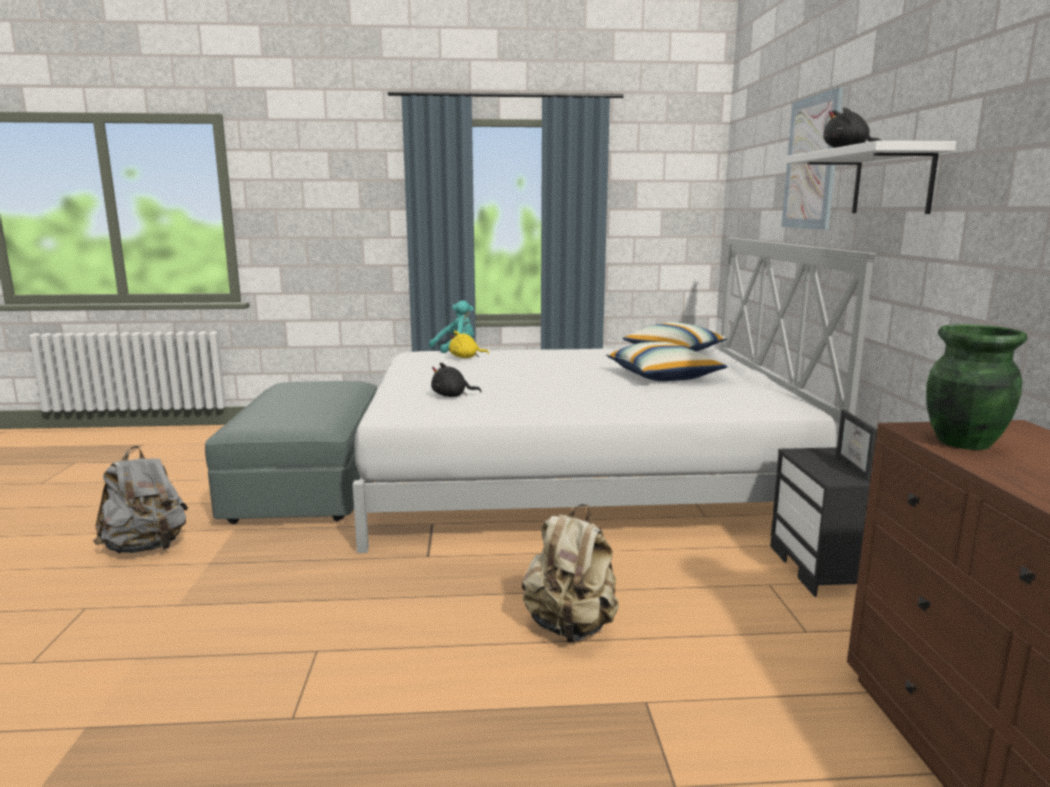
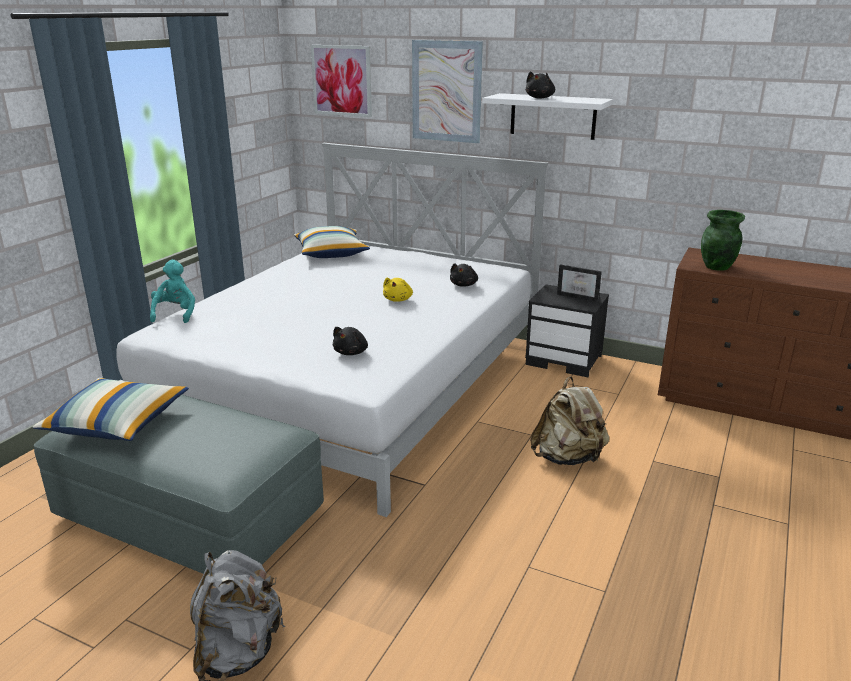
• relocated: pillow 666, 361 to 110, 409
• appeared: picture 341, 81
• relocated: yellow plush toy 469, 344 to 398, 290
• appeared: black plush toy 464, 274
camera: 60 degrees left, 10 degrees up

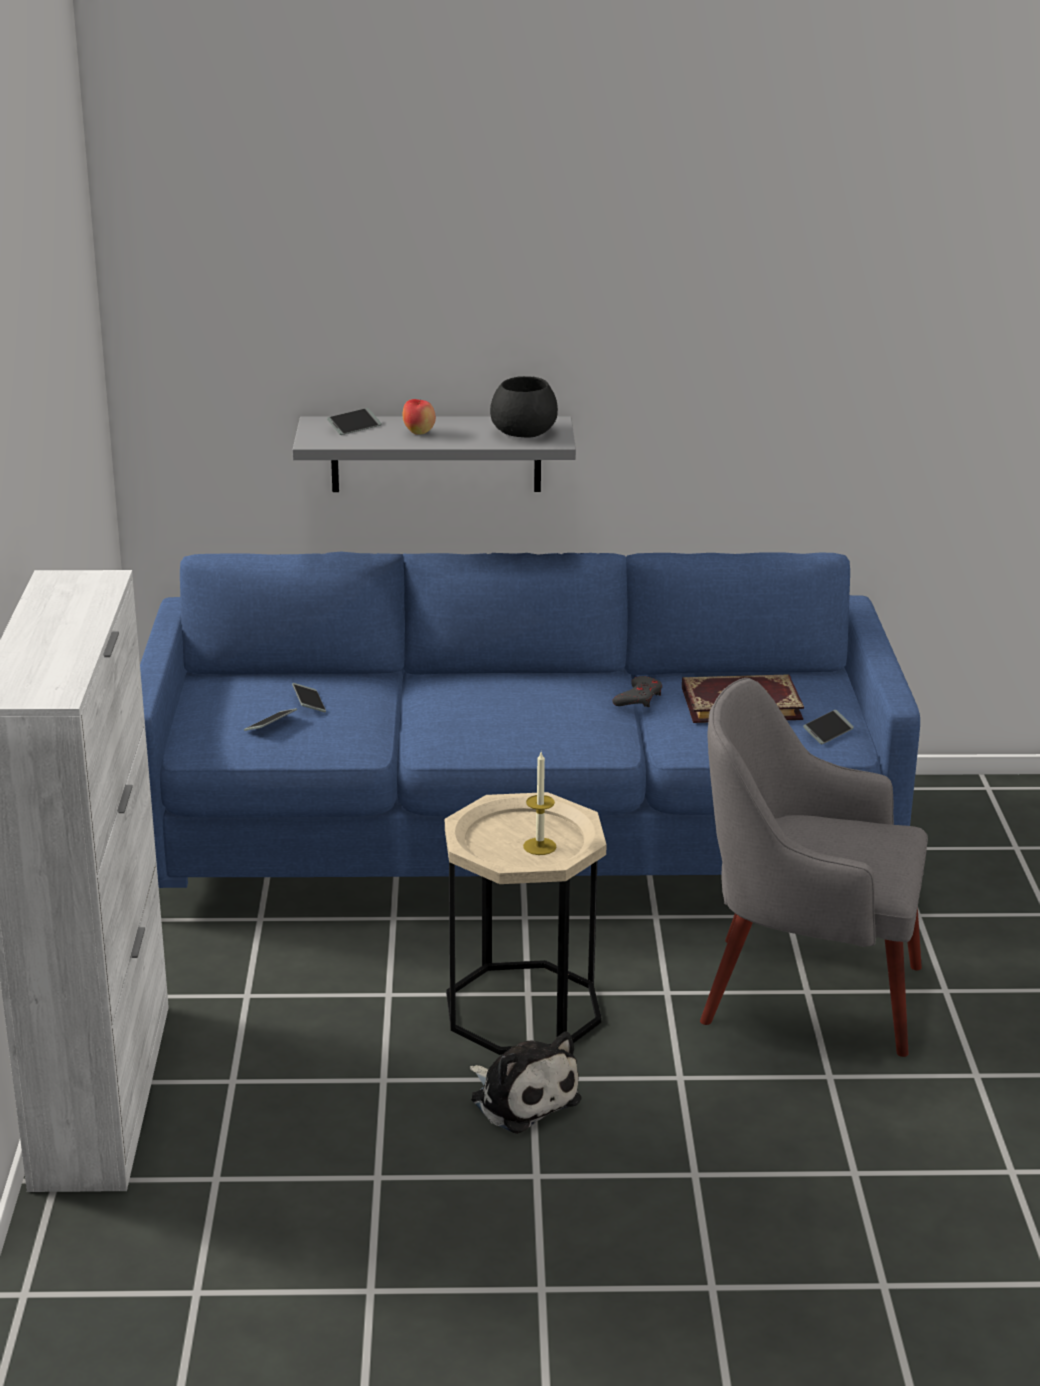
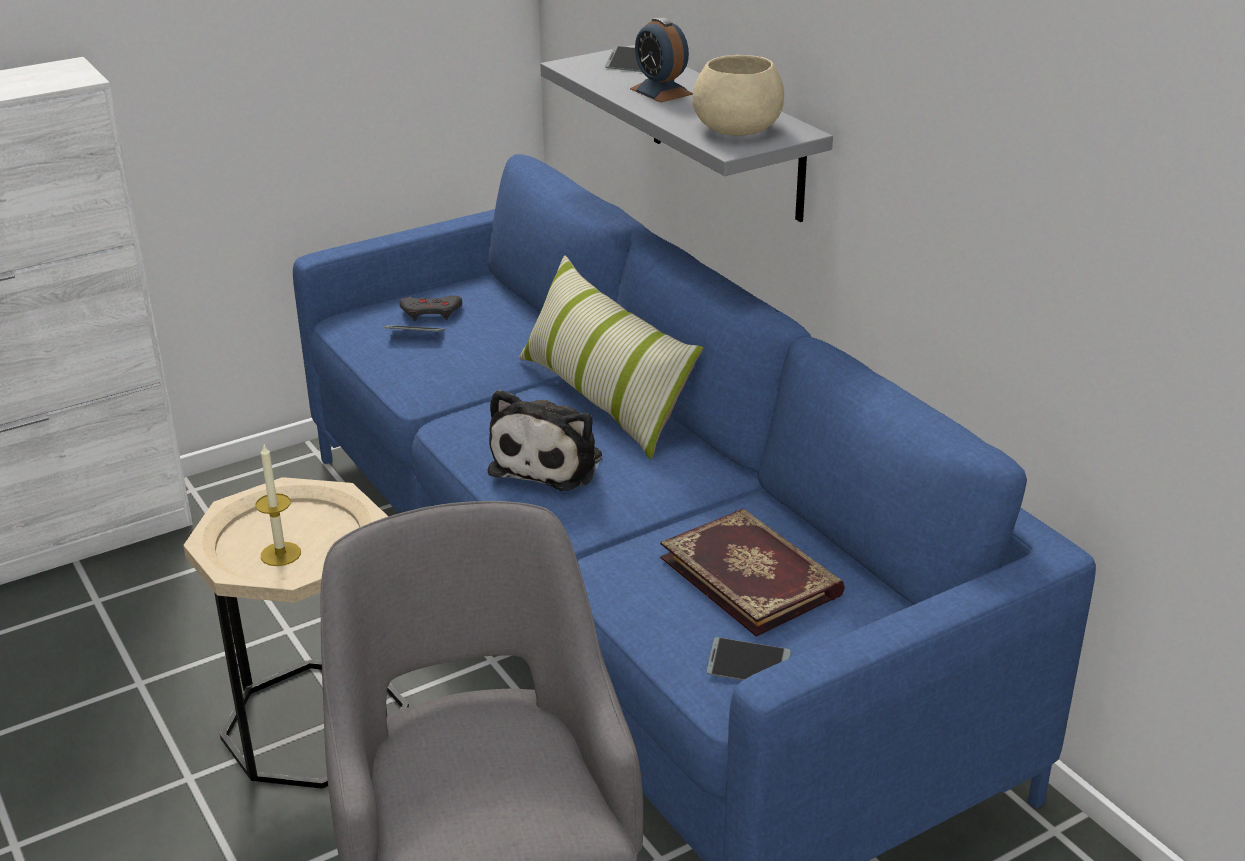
• relocated: grey game controller 637, 691 to 431, 308
• relocated: plush toy 526, 1082 to 545, 440
• appeared: pillow 611, 357
• exchanged: apple 419, 416 to alarm clock 661, 60
• colour: black bowl 524, 407 to beige bowl 738, 95
• missing: phone 309, 697
camera: 60 degrees right, 5 degrees up

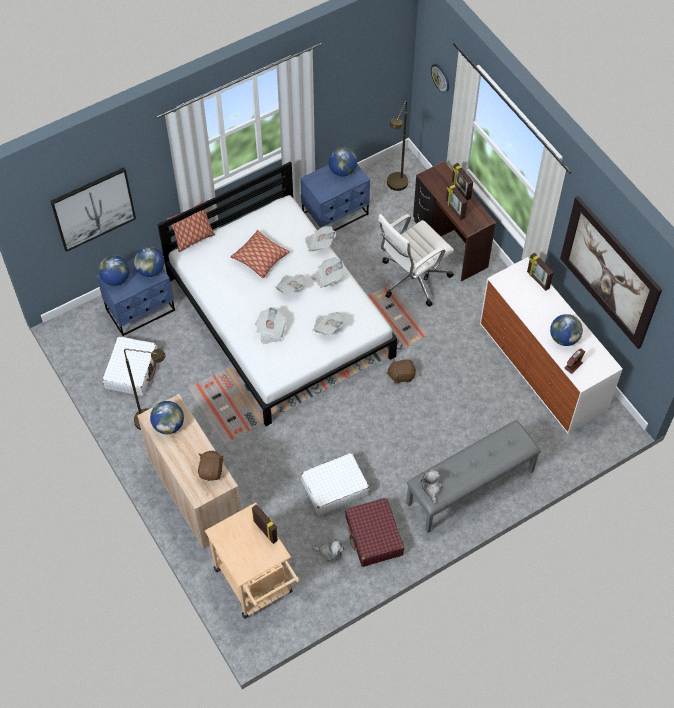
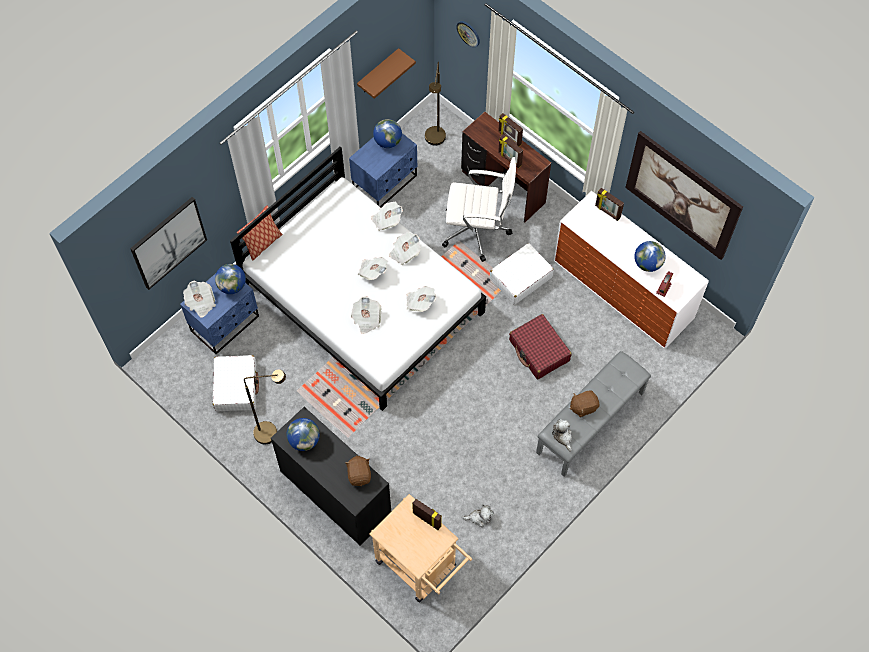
• exchanged: globe 114, 270 to newspaper 199, 299
• colour: beige cabinet 189, 471 to black cabinet 331, 476
• appeared: brown shelf 386, 73
• spun: white office chair 416, 260 = 479, 209 120 degrees counterclockwise
• relocated: white suitcase 335, 484 to 522, 274
• relocated: red suitcase 374, 532 to 540, 346
• relocated: brown plush toy 401, 371 to 584, 403
• missing: pillow 260, 254
camera: 15 degrees left, 5 degrees up

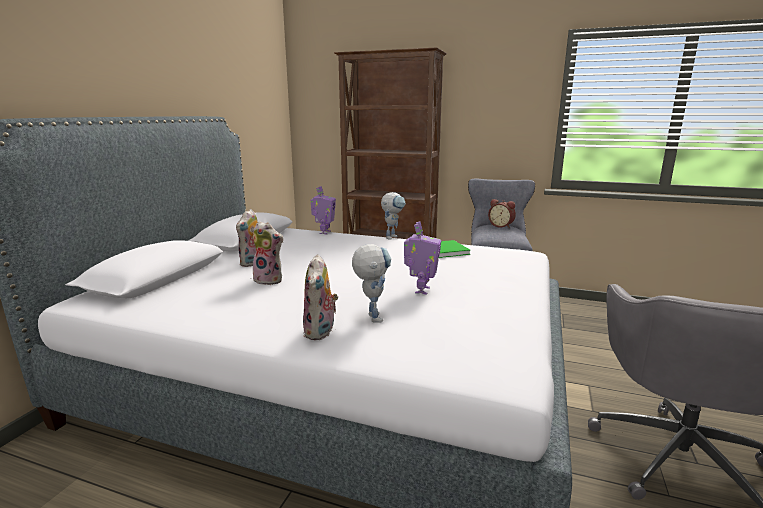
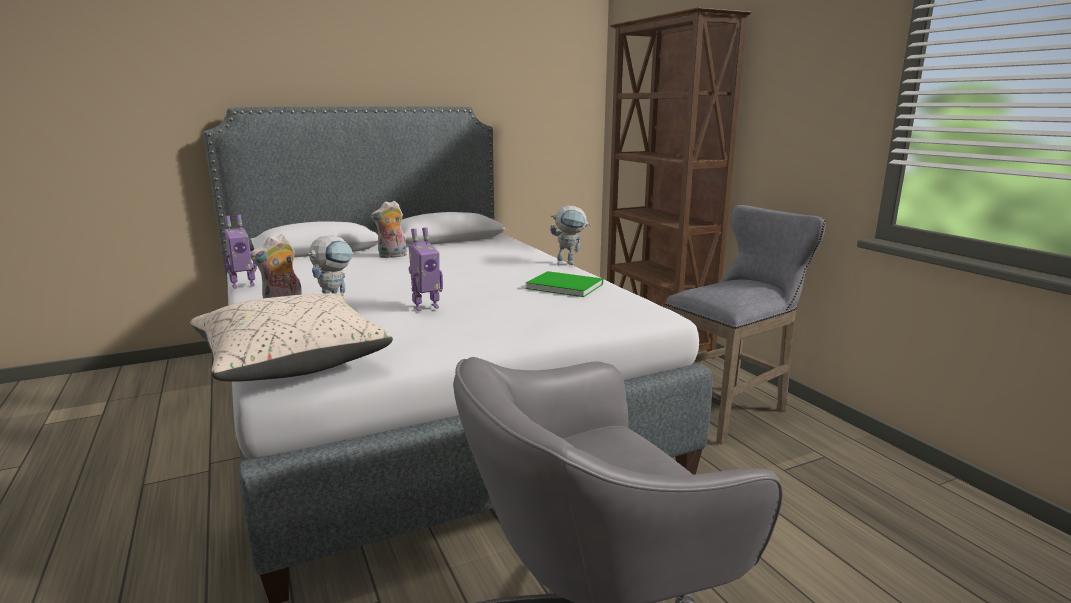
• appeared: beige pillow 291, 337
• relocated: toy robot 323, 210 to 240, 252
• missing: plush toy 268, 253
• missing: alarm clock 502, 213
camera: 45 degrees right, 0 degrees up

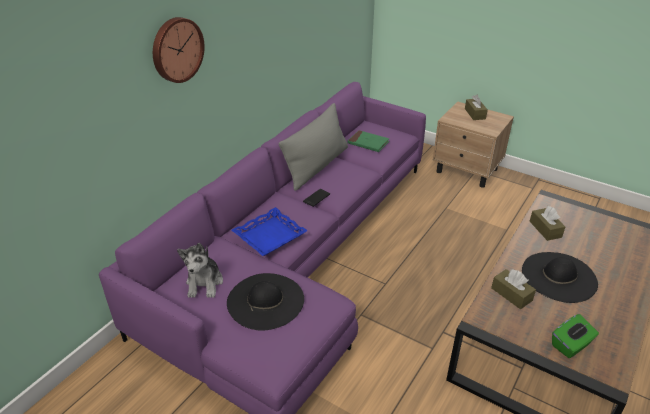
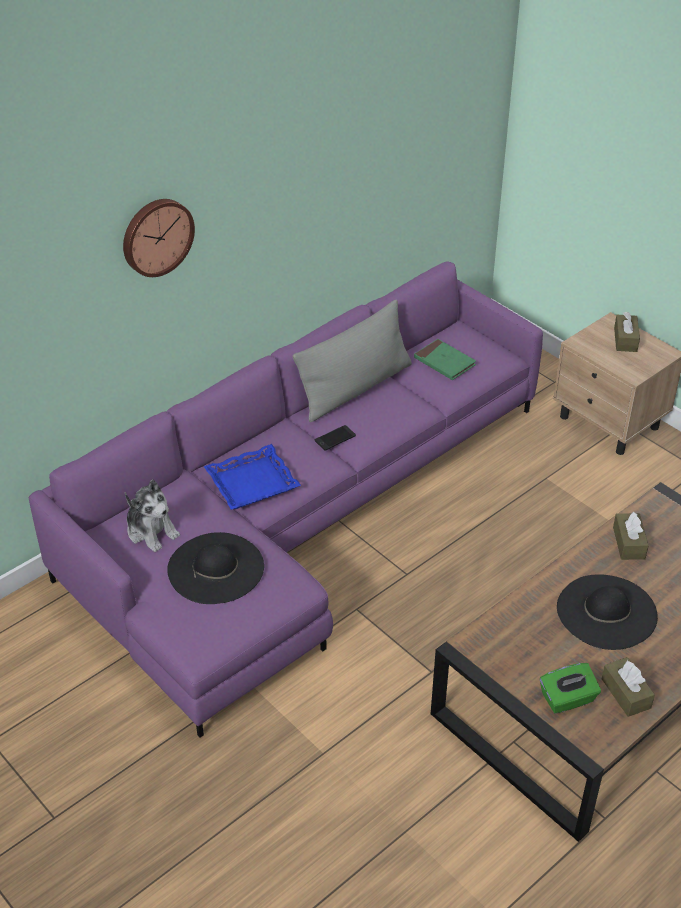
• spun: plush toy 200, 270 = 152, 515 60 degrees counterclockwise
• relocated: brown tissue box 513, 289 to 628, 687
camera: 15 degrees right, 5 degrees up

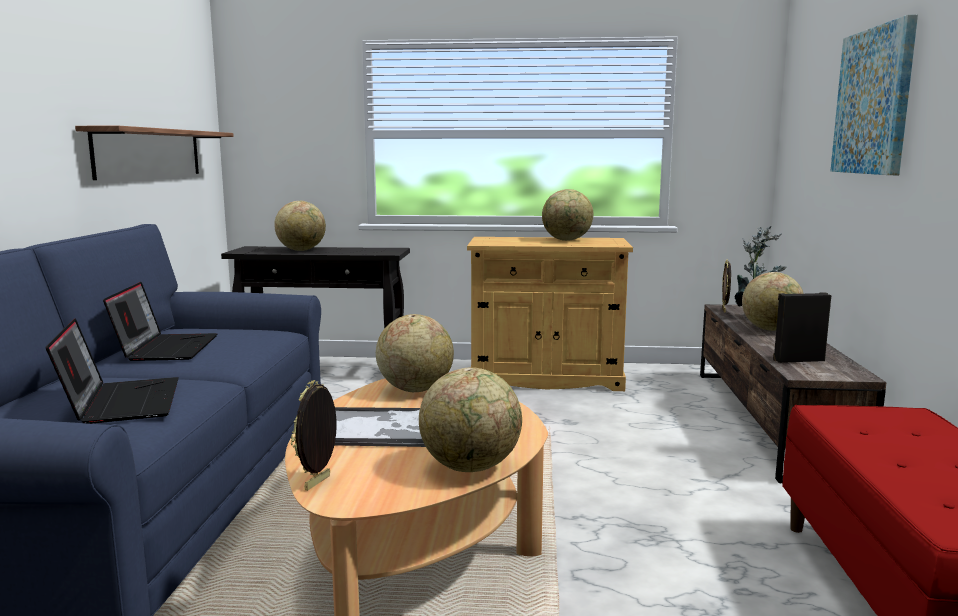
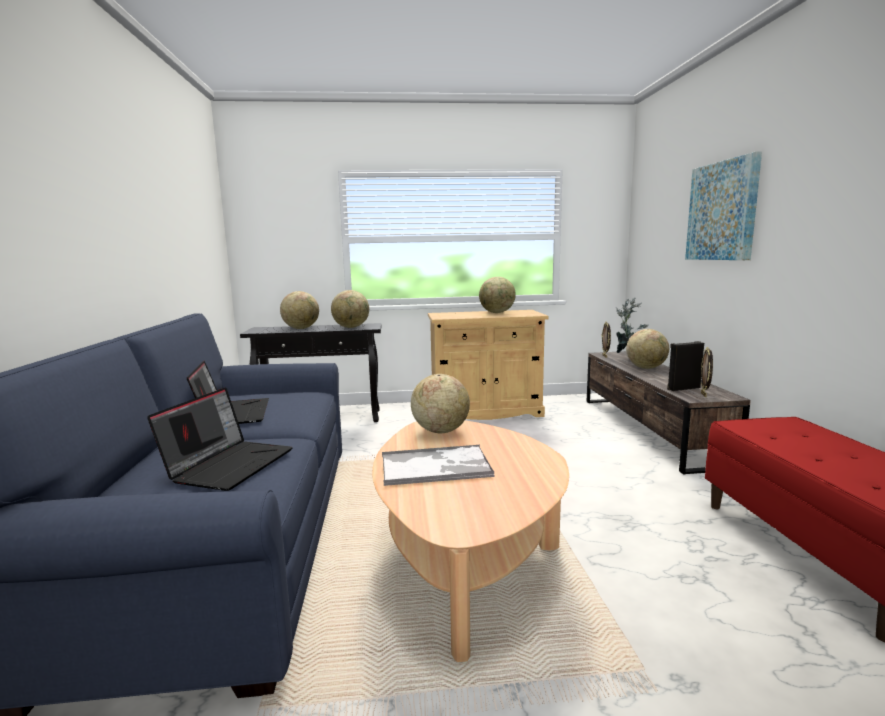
• spun: laptop 112, 371 = 220, 439 45 degrees clockwise
• relocated: globe 470, 419 to 350, 309
• relocated: picture frame 314, 435 to 707, 372
• missing: shelf 154, 153
camera: 10 degrees left, 0 degrees up

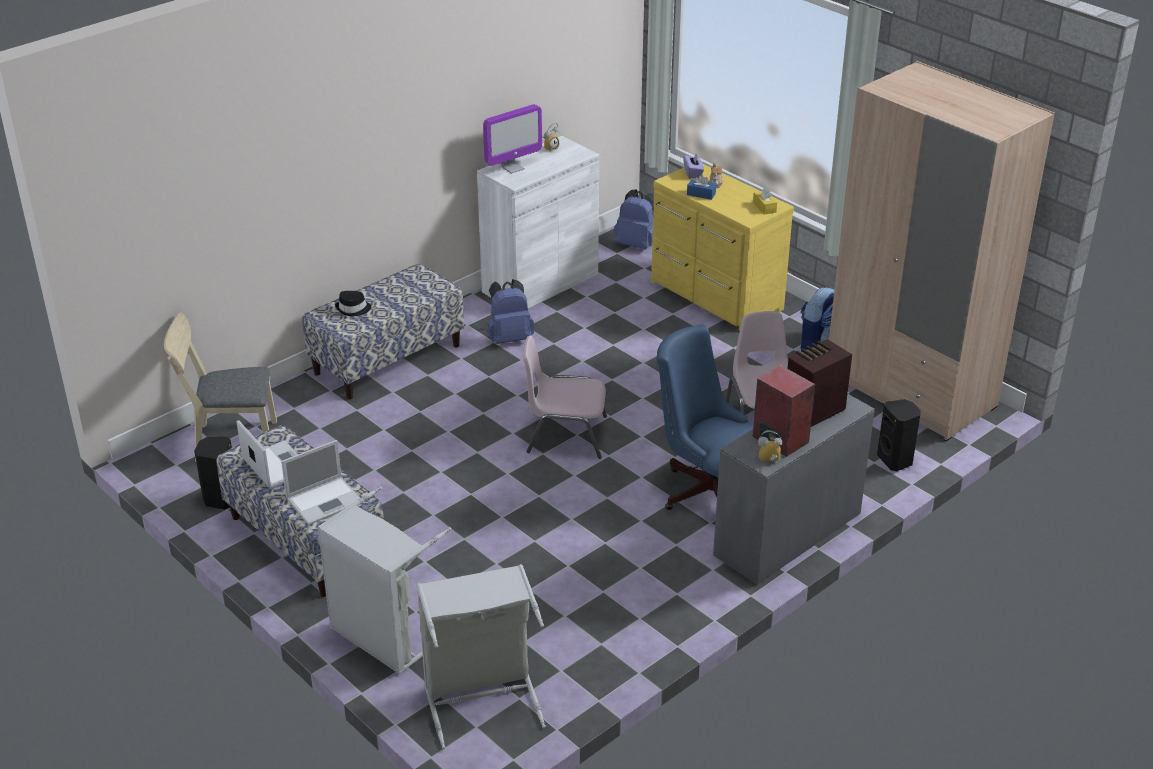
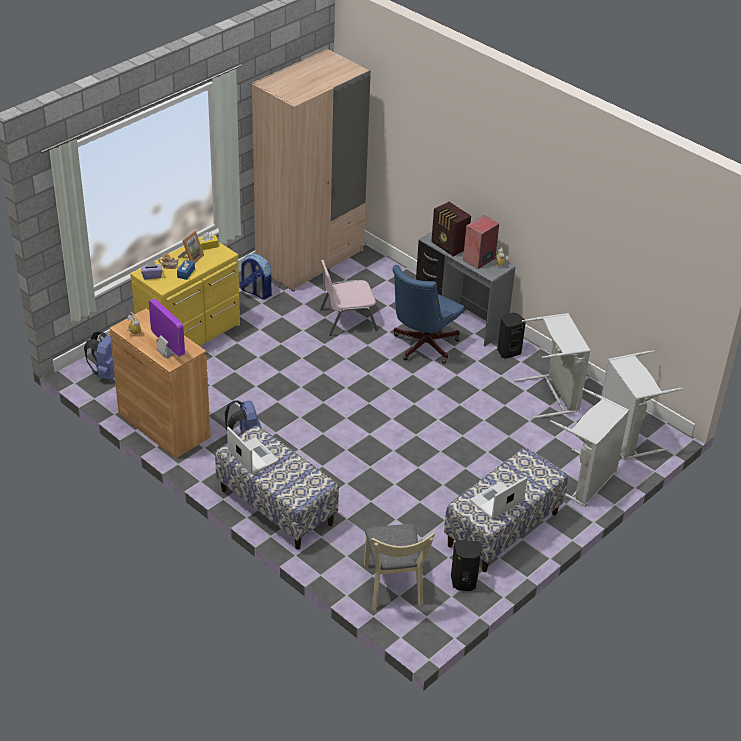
• colour: white cabinet 538, 222 to brown cabinet 160, 384
• appeared: picture frame 191, 247
• relocated: laptop 320, 482 to 253, 450
• relocated: black speaker 899, 435 to 511, 336
• appeared: grey laundry basket 552, 365
• missing: black hat 353, 303
• missing: pink chair 565, 397
camera: 95 degrees left, 5 degrees up

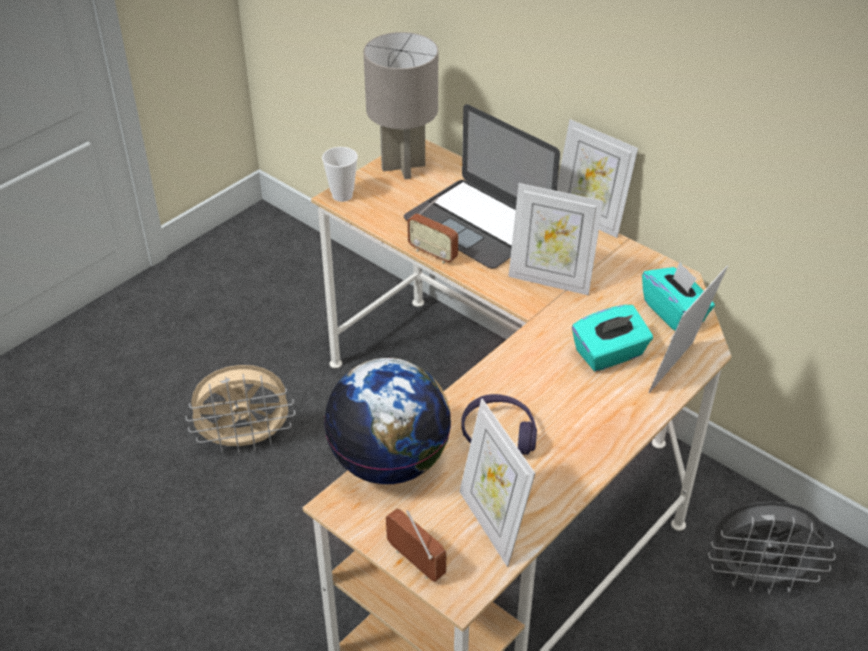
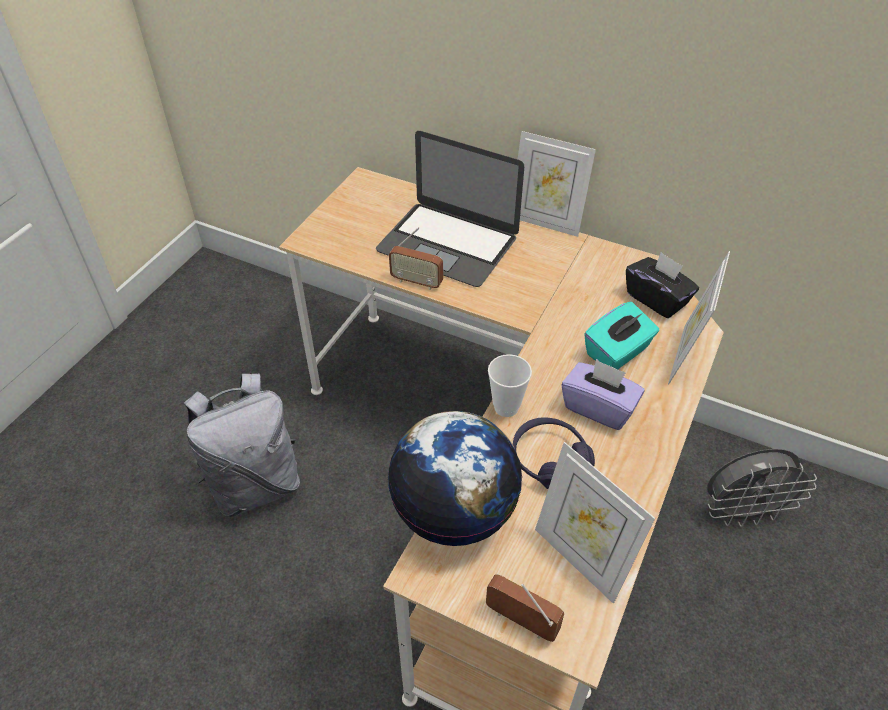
• exchanged: beige fan 240, 409 to grey backpack 241, 445
• relocated: cup 340, 174 to 510, 385
• appeared: purple tissue box 603, 394
• colour: turquoise tissue box 678, 296 to black tissue box 662, 285
• missing: grey table lamp 400, 105
• missing: picture frame 555, 239
camera: 15 degrees left, 5 degrees up

